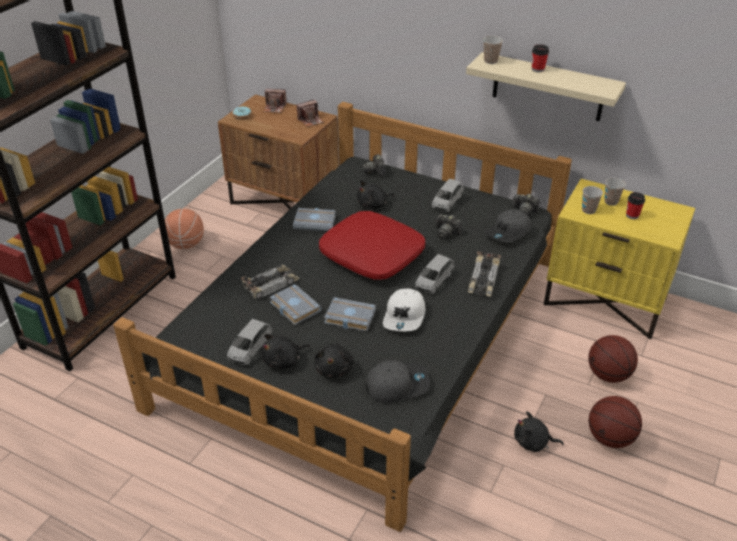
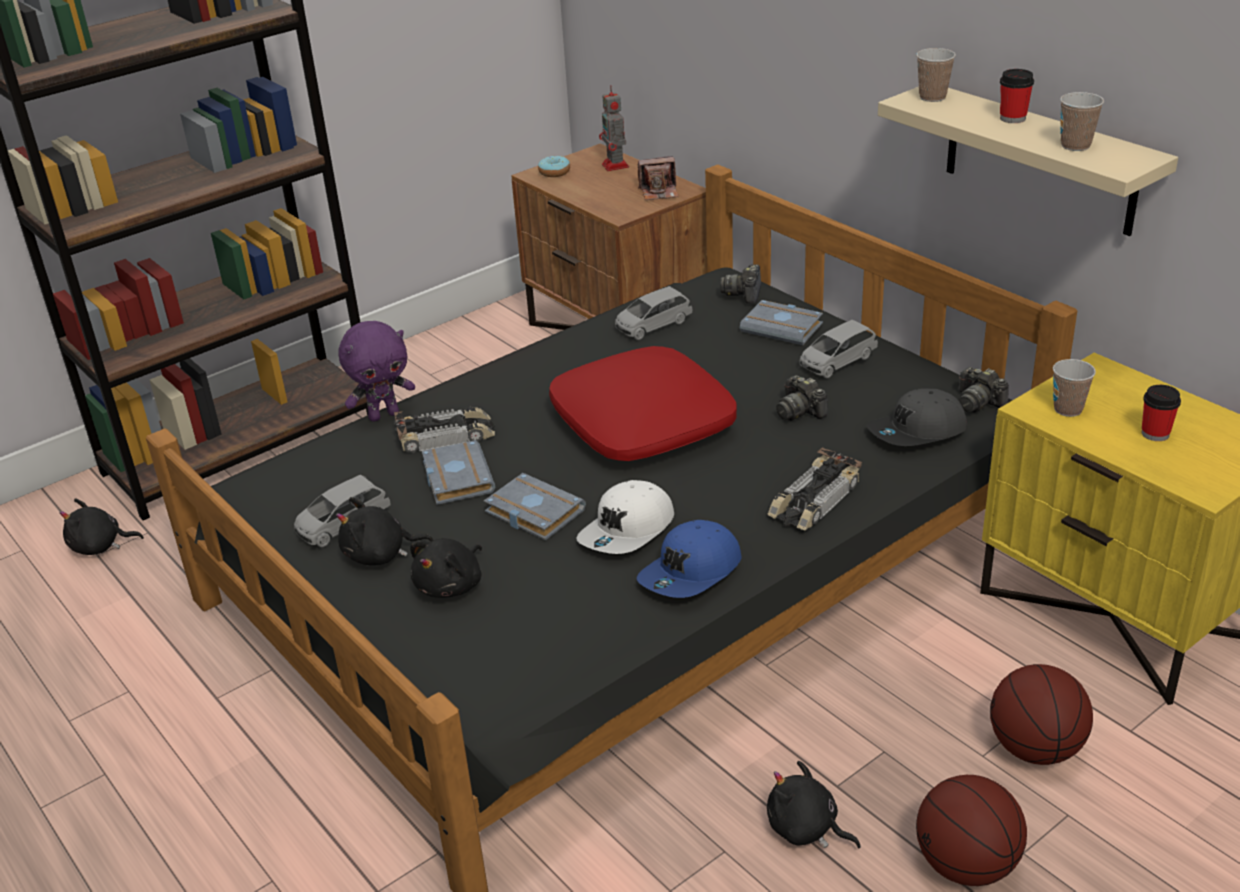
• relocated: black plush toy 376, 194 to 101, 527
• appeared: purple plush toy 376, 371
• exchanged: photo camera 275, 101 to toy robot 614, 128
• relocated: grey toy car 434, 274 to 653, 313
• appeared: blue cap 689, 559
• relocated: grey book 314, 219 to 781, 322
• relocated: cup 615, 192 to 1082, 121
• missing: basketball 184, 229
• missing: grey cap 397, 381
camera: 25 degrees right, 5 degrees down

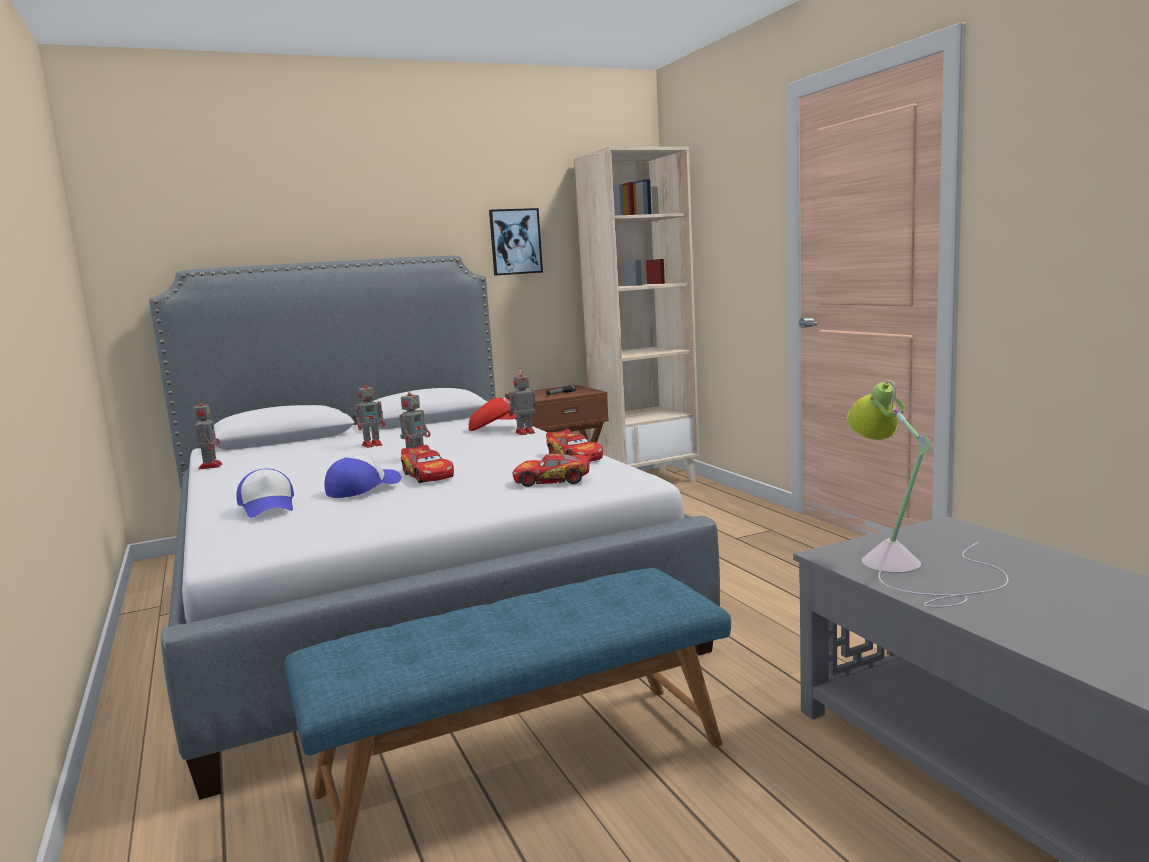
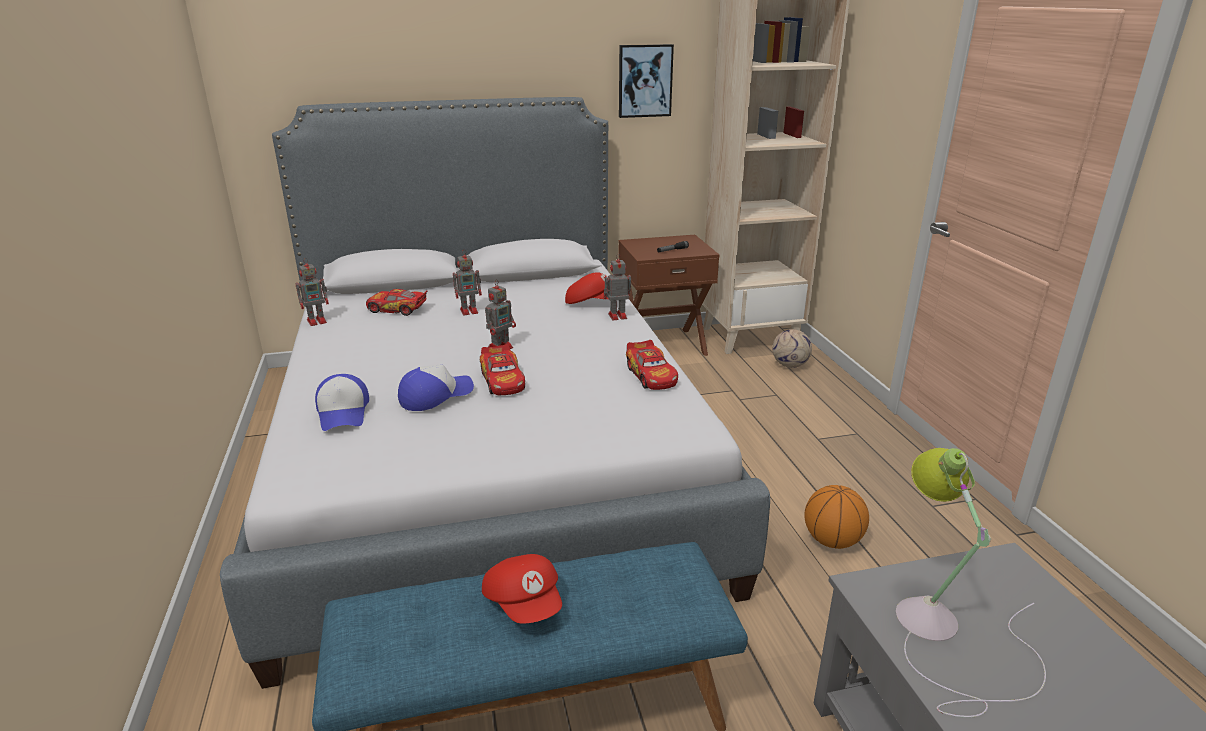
• spun: toy robot 208, 433 = 312, 292 60 degrees clockwise
• relocated: toy car 552, 469 to 396, 302
• appeared: red cap 522, 589
• appeared: football 792, 348
• appeared: basketball 836, 517
camera: 10 degrees right, 15 degrees up

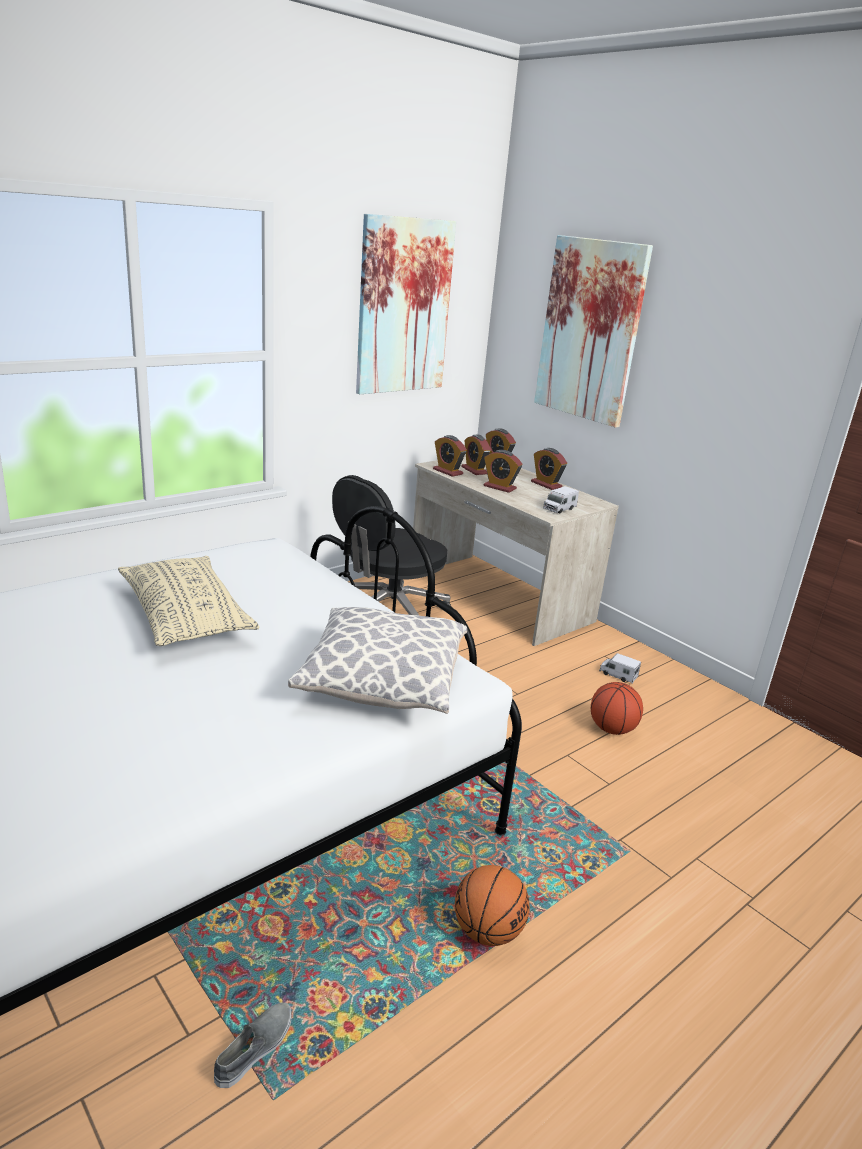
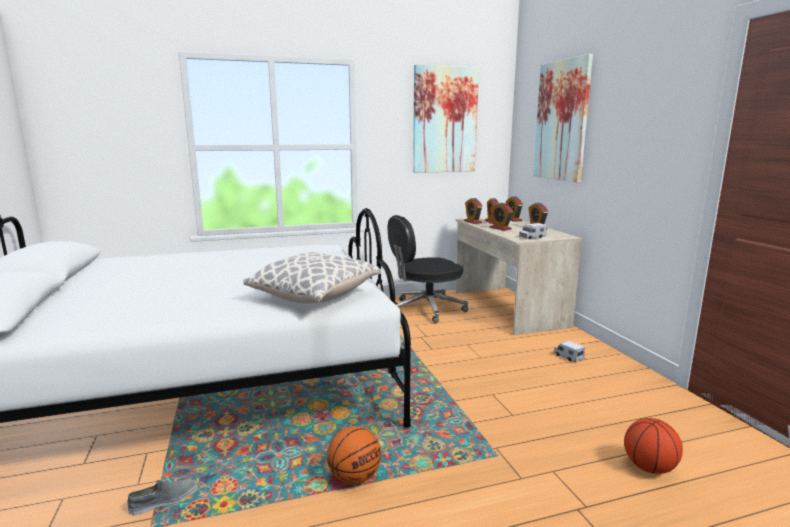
• relocated: basketball 617, 708 to 653, 446
• missing: beige pillow 189, 601
camera: 25 degrees right, 10 degrees down

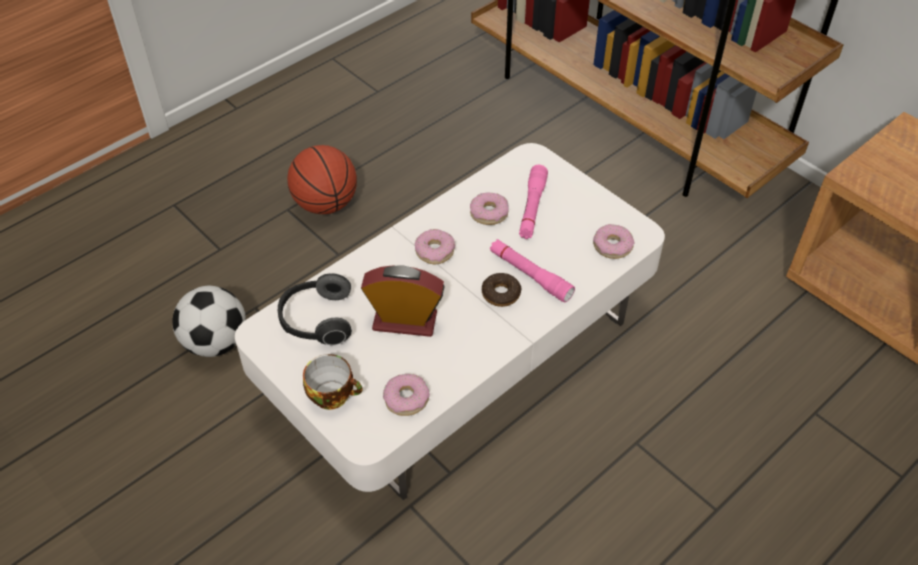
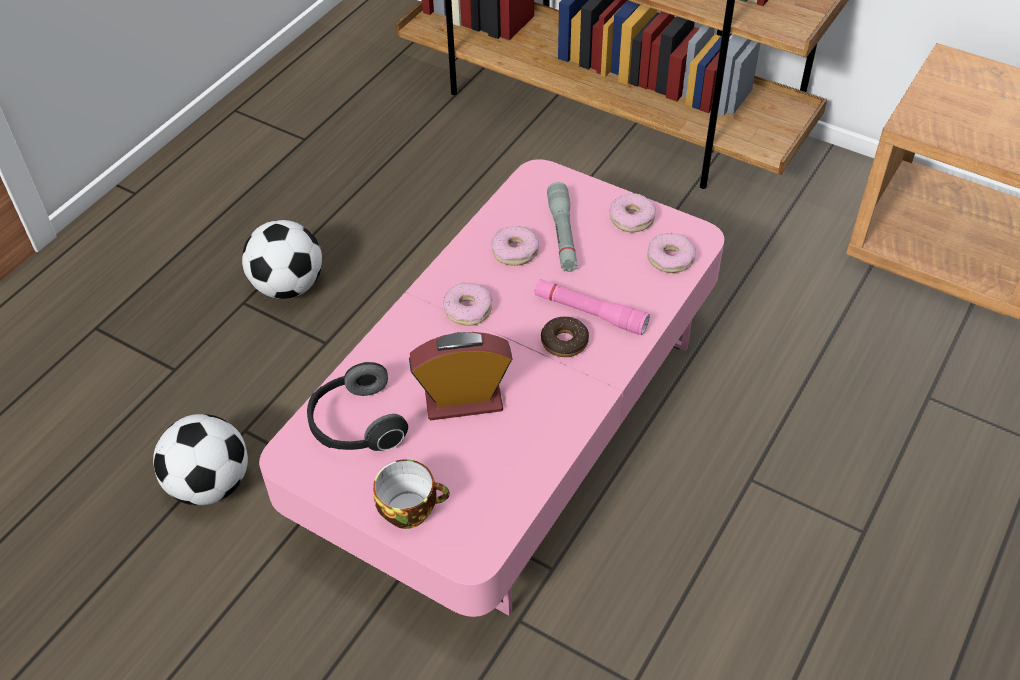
• exchanged: basketball 322, 179 to football 282, 259
• colour: white coffee table 450, 321 to pink coffee table 491, 388
• colour: pink flashlight 533, 202 to grey flashlight 562, 227
• relocated: donut 406, 395 to 632, 212
camera: 15 degrees left, 0 degrees up

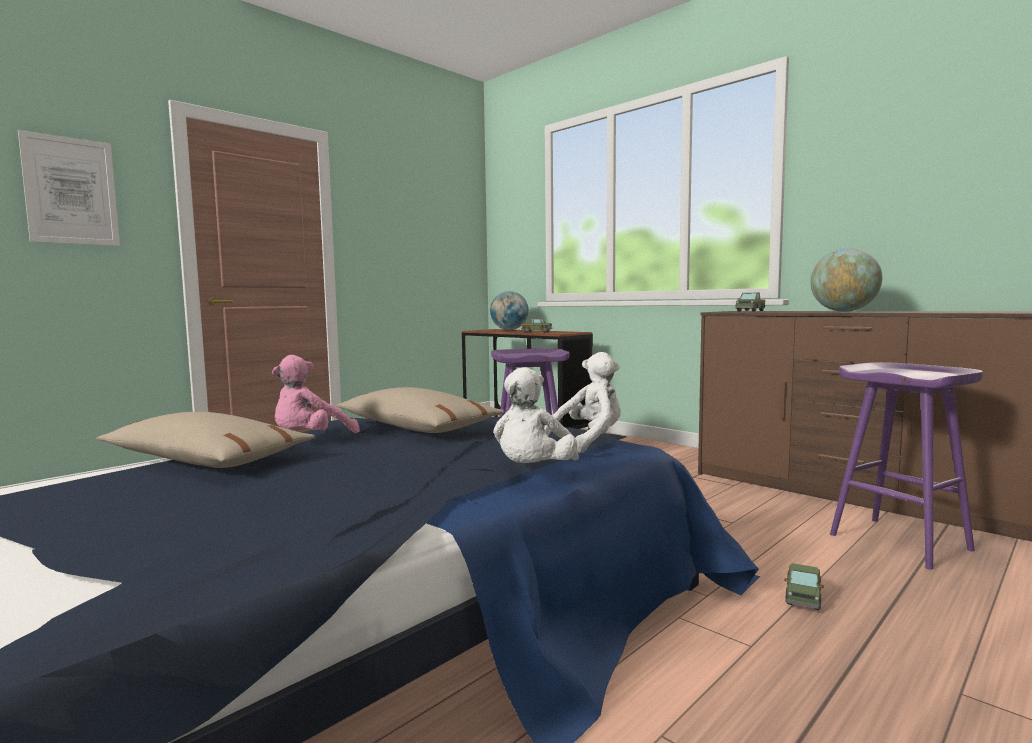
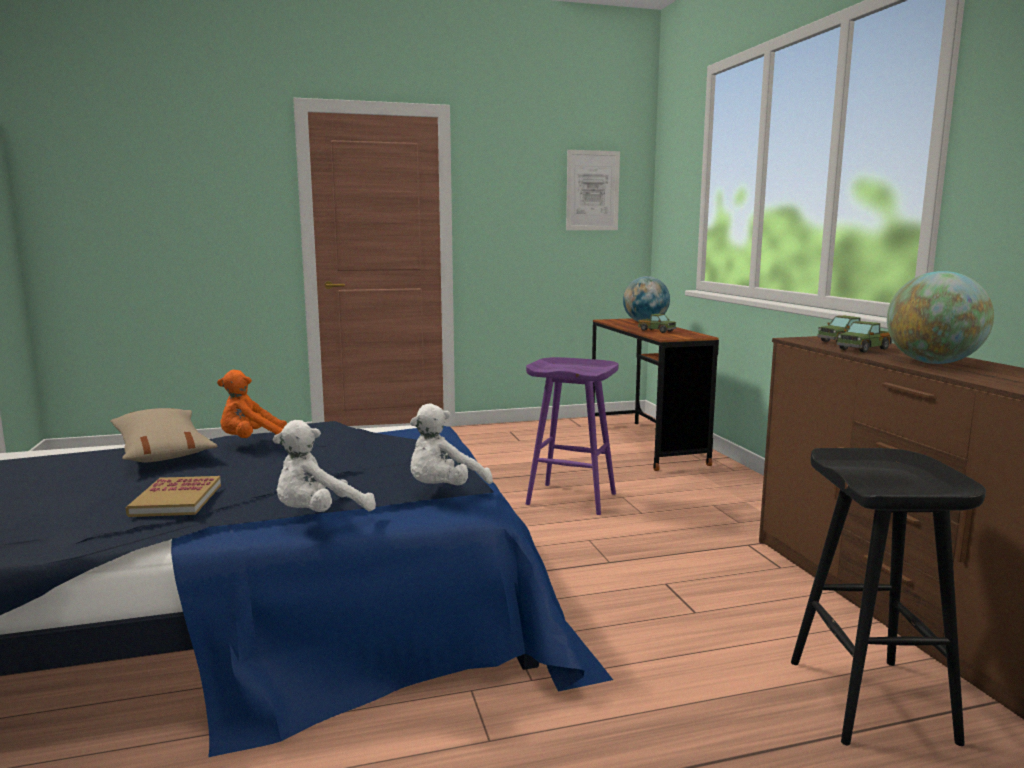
• appeared: book 173, 496
• colour: pink plush toy 316, 394 to orange plush toy 252, 404
• spun: white plush toy 582, 402 = 451, 444 135 degrees clockwise
• relocated: picture 69, 188 to 593, 190
• colour: purple stool 906, 466 to black stool 888, 597
• relocated: toy truck 804, 586 to 864, 337
• missing: beige pillow 420, 410
camera: 30 degrees right, 5 degrees up

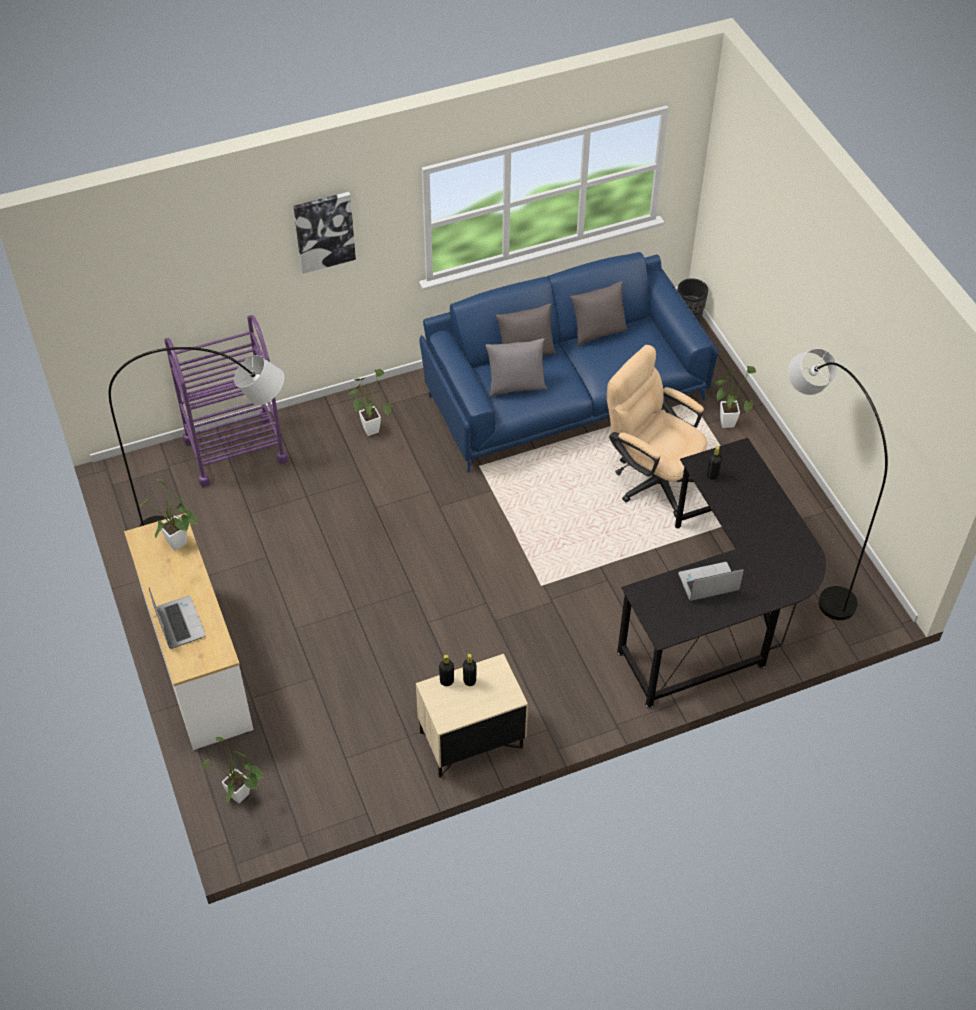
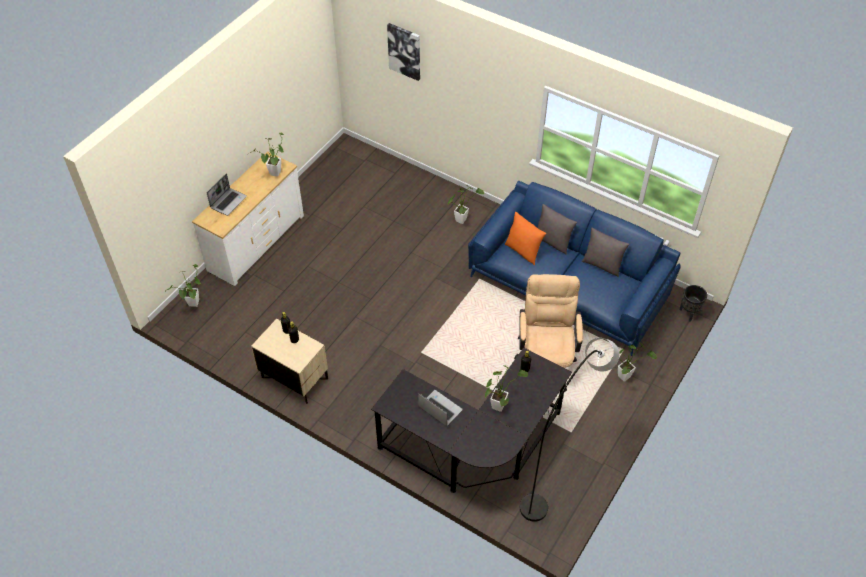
• relocated: picture 324, 233 to 403, 52
• appeared: potted plant 506, 388
• colour: grey pillow 516, 367 to orange pillow 525, 238
• missing: grey floor lamp 196, 437
• missing: purple cart 226, 401
camera: 55 degrees right, 0 degrees up

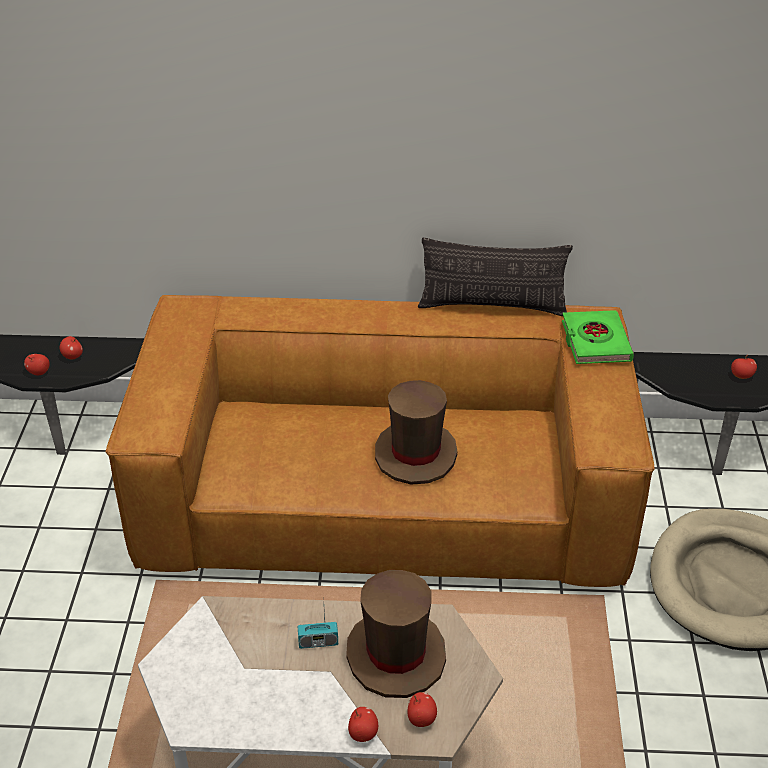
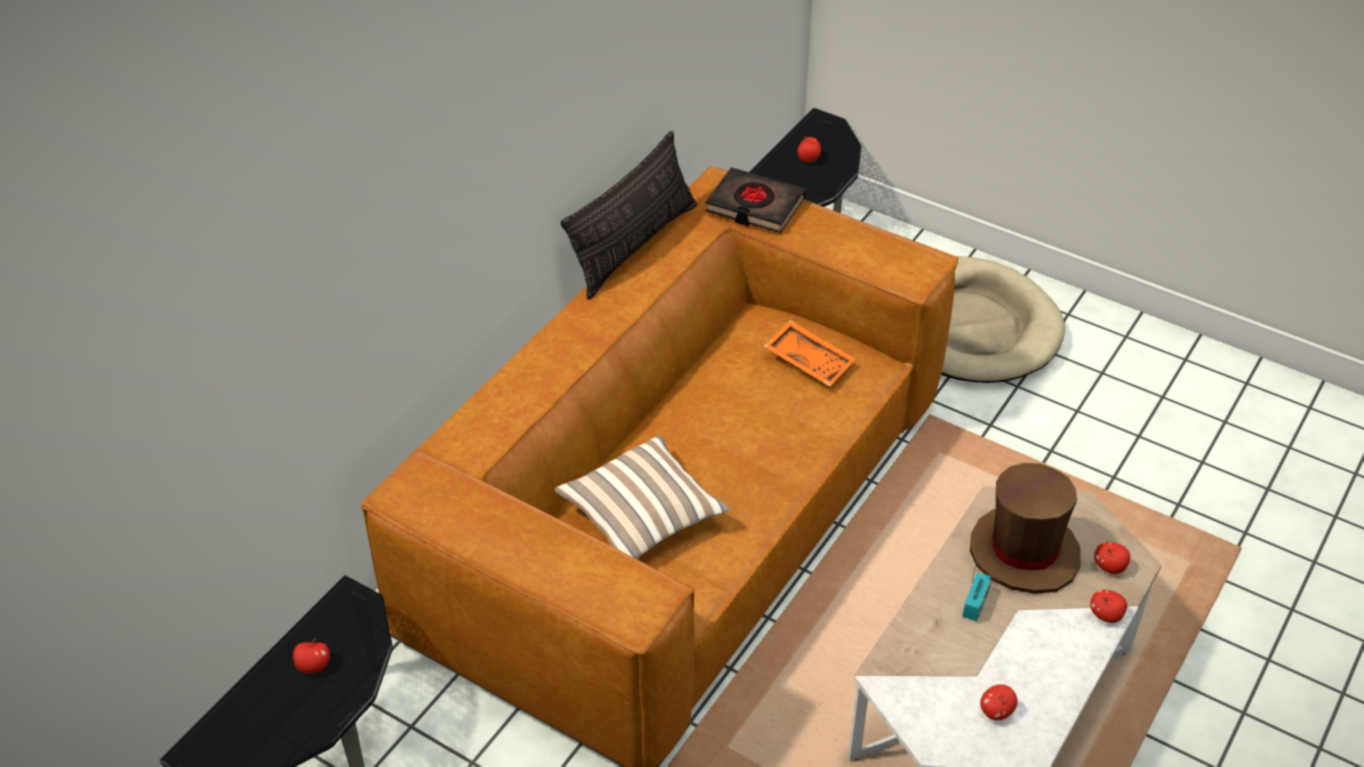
• appeared: pillow 642, 497
• colour: green book 598, 337 to black book 755, 200
• appeared: orange tray 809, 353
• relocated: apple 37, 364 to 999, 702
• missing: brown hat 416, 432
camera: 60 degrees left, 5 degrees up

